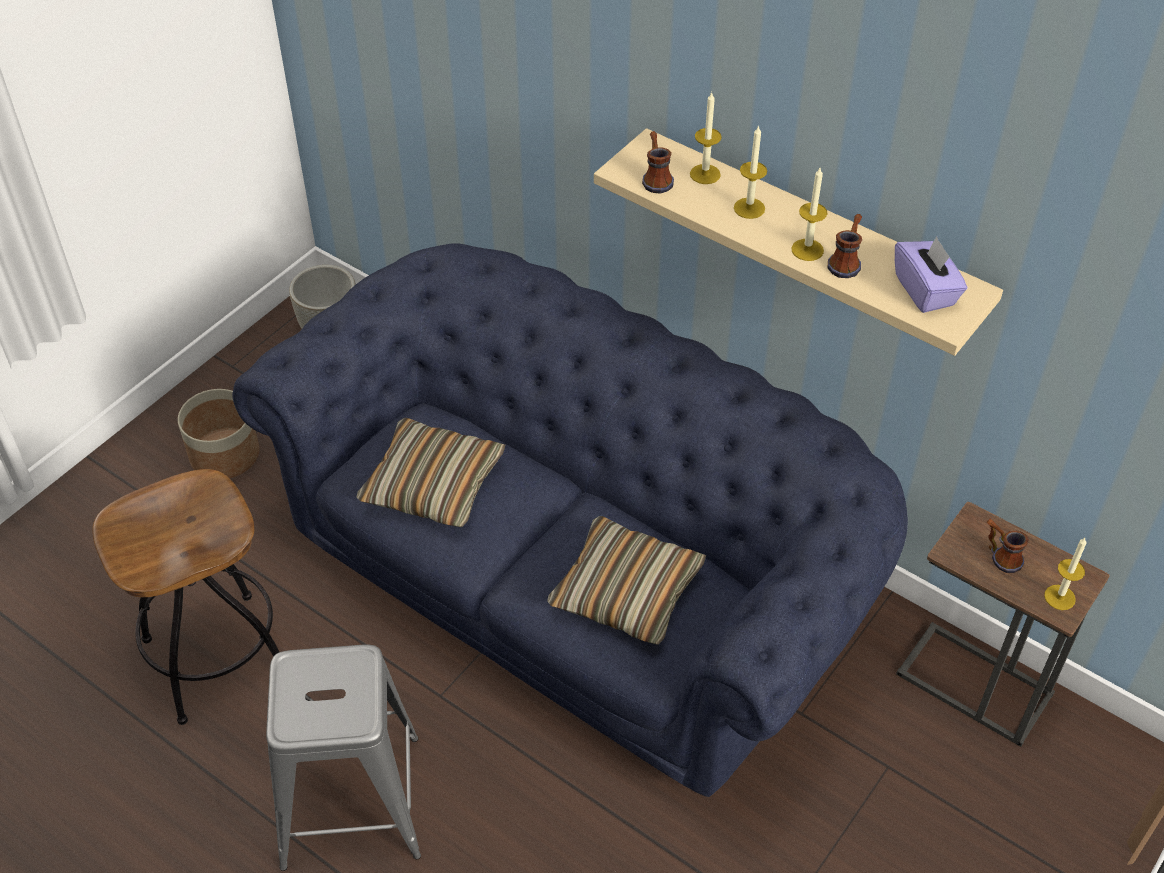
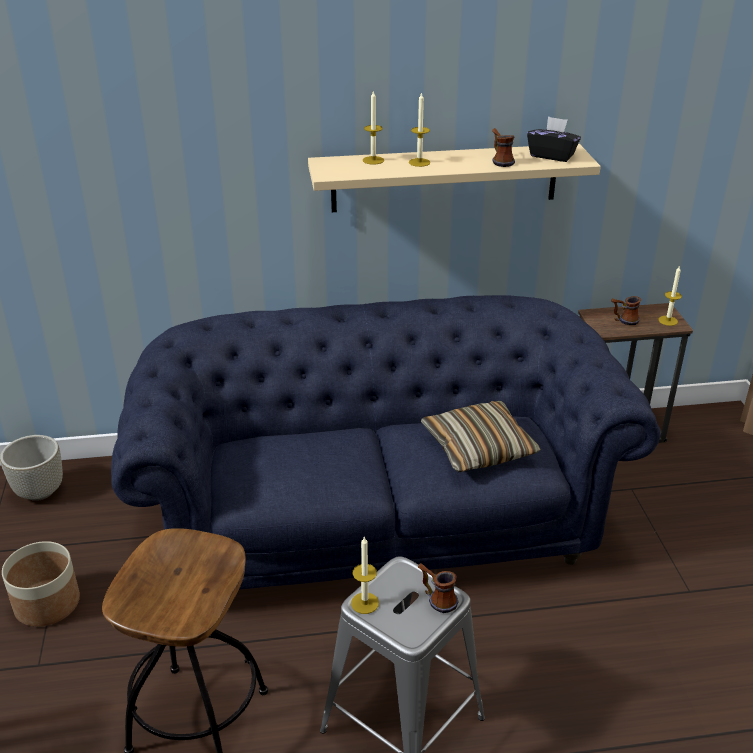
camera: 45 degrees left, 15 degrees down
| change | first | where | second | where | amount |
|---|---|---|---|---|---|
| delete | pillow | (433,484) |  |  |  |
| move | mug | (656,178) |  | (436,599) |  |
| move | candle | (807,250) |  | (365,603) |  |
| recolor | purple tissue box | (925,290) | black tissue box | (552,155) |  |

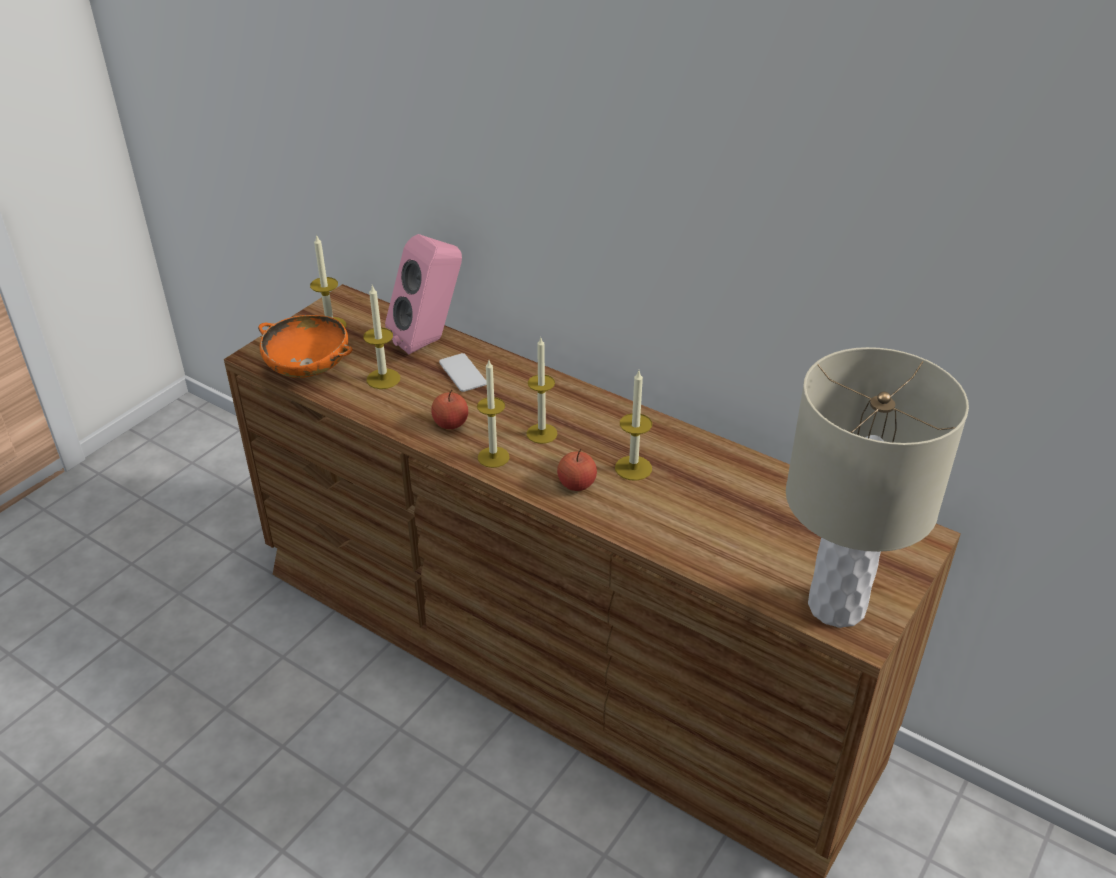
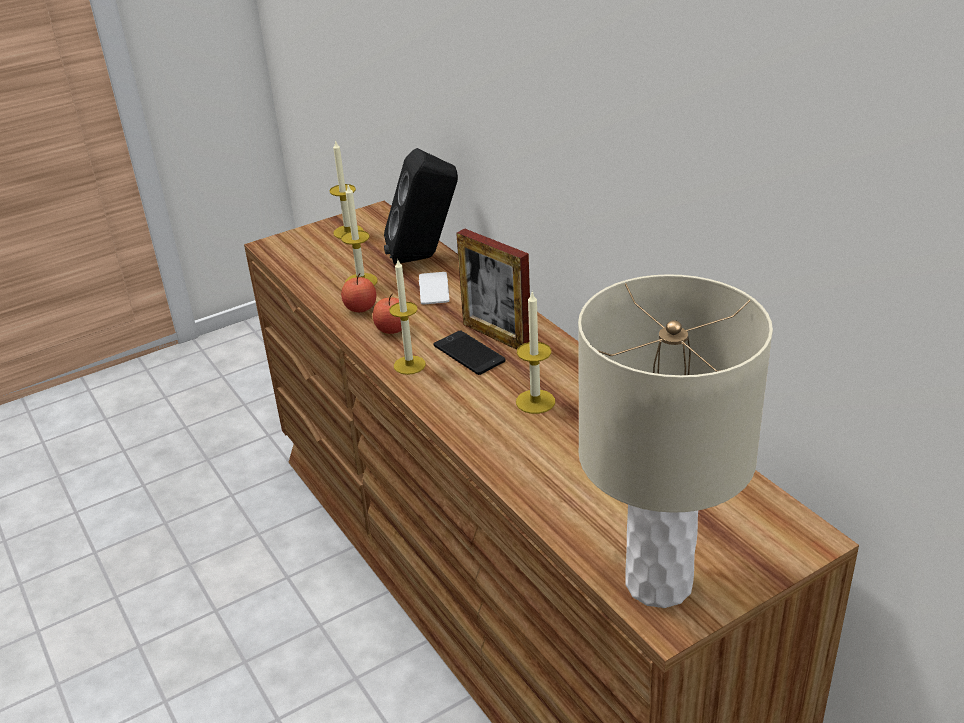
camera: 25 degrees right, 5 degrees down
| change | first | where | second | where | amount |
|---|---|---|---|---|---|
| delete | orange bowl | (308,368) |  |  |  |
| insert |  |  | picture frame | (496,336) |  |
| move | apple | (576,484) |  | (360,308) |  |
| replace | candle | (541,433) | phone | (469,353) |  |
| recolor | pink speaker | (430,341) | black speaker | (424,257) |  |

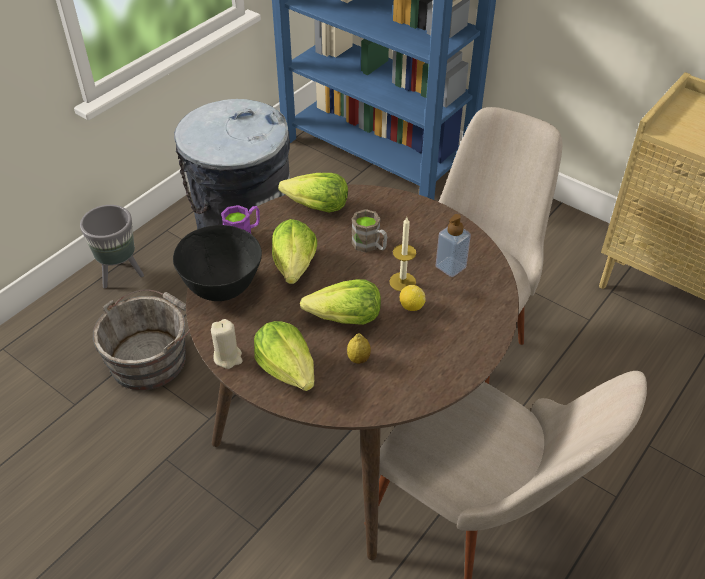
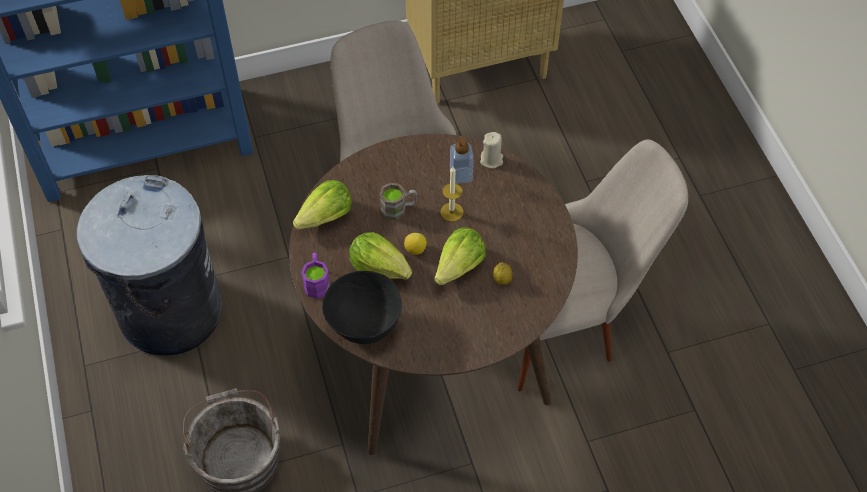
camera: 55 degrees left, 10 degrees up
| change | first | where | second | where | amount |
|---|---|---|---|---|---|
| delete | grey planter | (120,274) |  |  |  |
| delete | lettuce | (288,369) |  |  |  |
| move | beige candle | (228,357) |  | (491,160) |  |
| move | lemon | (411,306) |  | (415,249) |  |

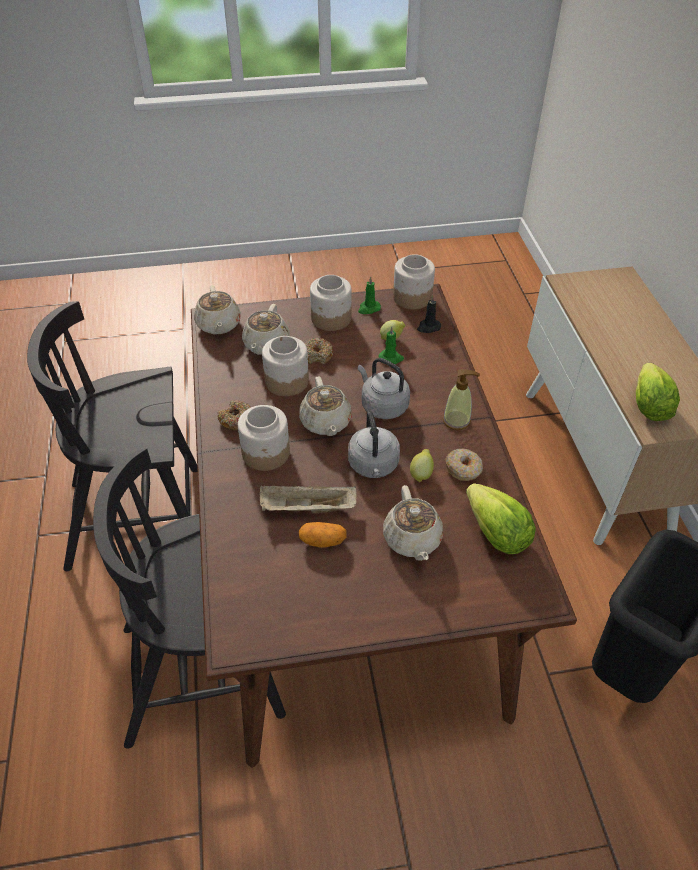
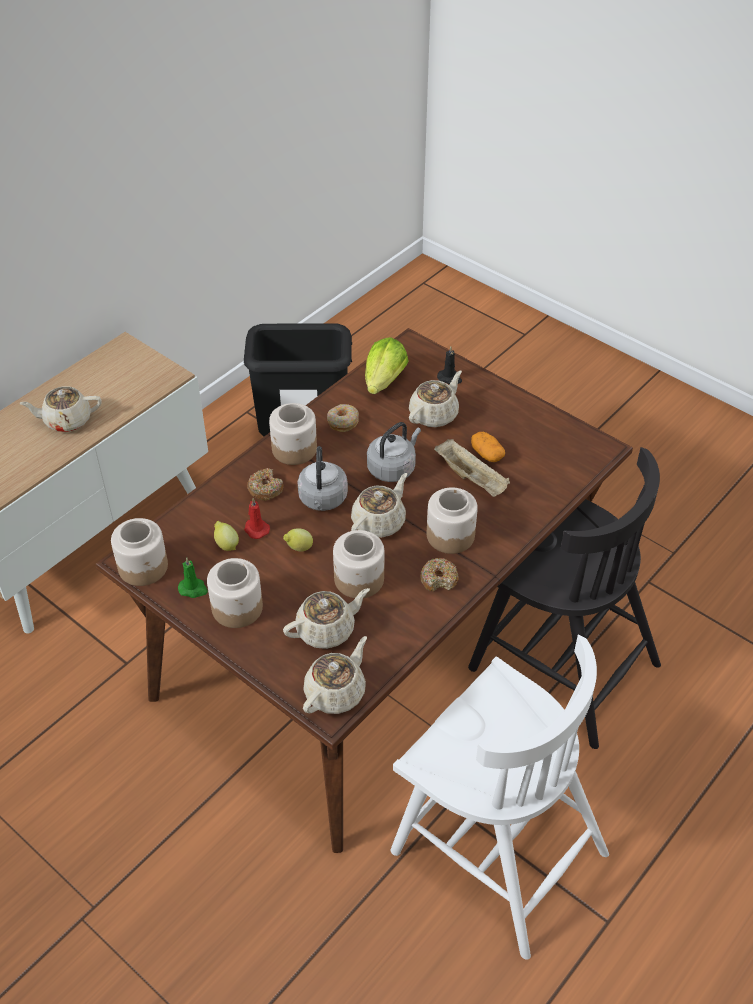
camera: 130 degrees left, 0 degrees up
| change | first | where | second | where | amount |
|---|---|---|---|---|---|
| delete | lettuce | (649,406) |  |  |  |
| insert |  |  | beige teapot | (66,420) |  |
| move | donut | (317,356) |  | (265,489) |  |
| move | lemon | (421,474) |  | (298,548) |  |
| move | black candle | (428,327) |  | (450,378) |  |
| replace | soap dispenser | (457,420) | jar | (294,449) |  |
| recolor | black chair | (139,516) | white chair | (495,849) |  |
| recolor | green candle | (391,358) | red candle | (256,529) |  |

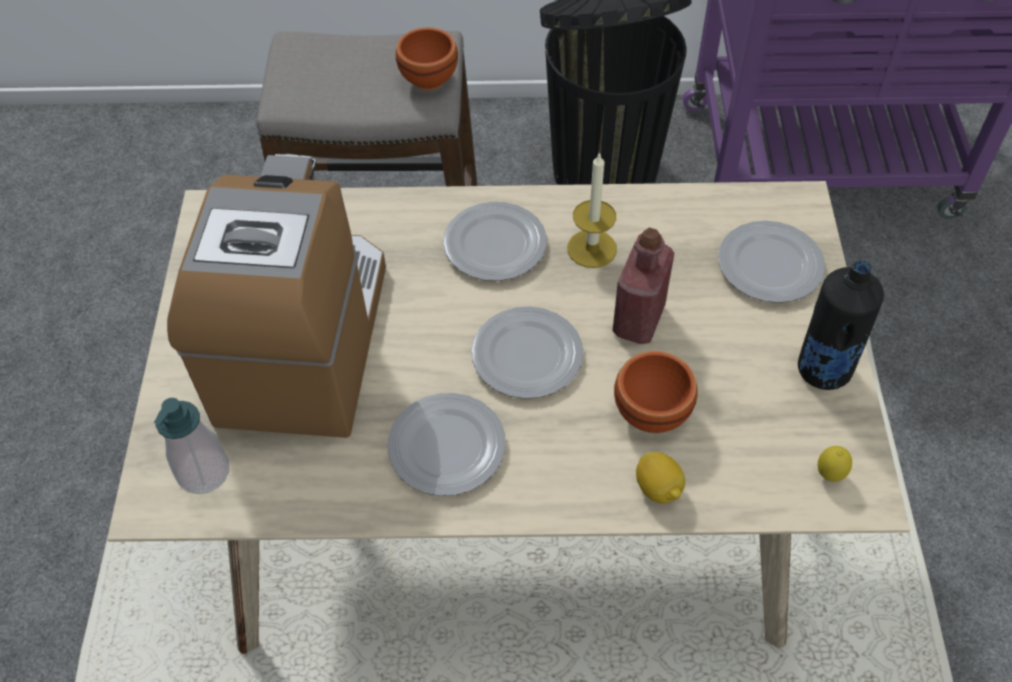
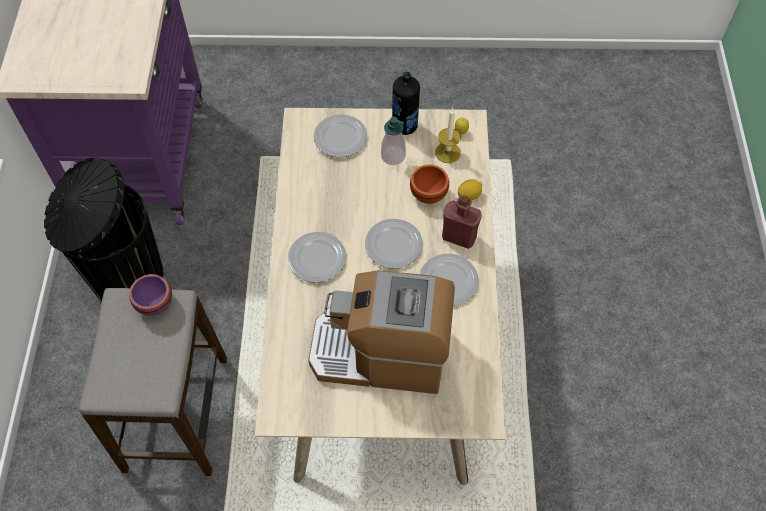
camera: 90 degrees left, 5 degrees up
| change | first | where | second | where | amount |
|---|---|---|---|---|---|
| move | soap dispenser | (203,472) |  | (393,156) |  |
| move | candle | (592,248) |  | (447,152) |  |
| move | red bottle | (638,320) |  | (459,237) |  |
| recolor | brown bowl | (429,78) | purple bowl | (154,304) |  |

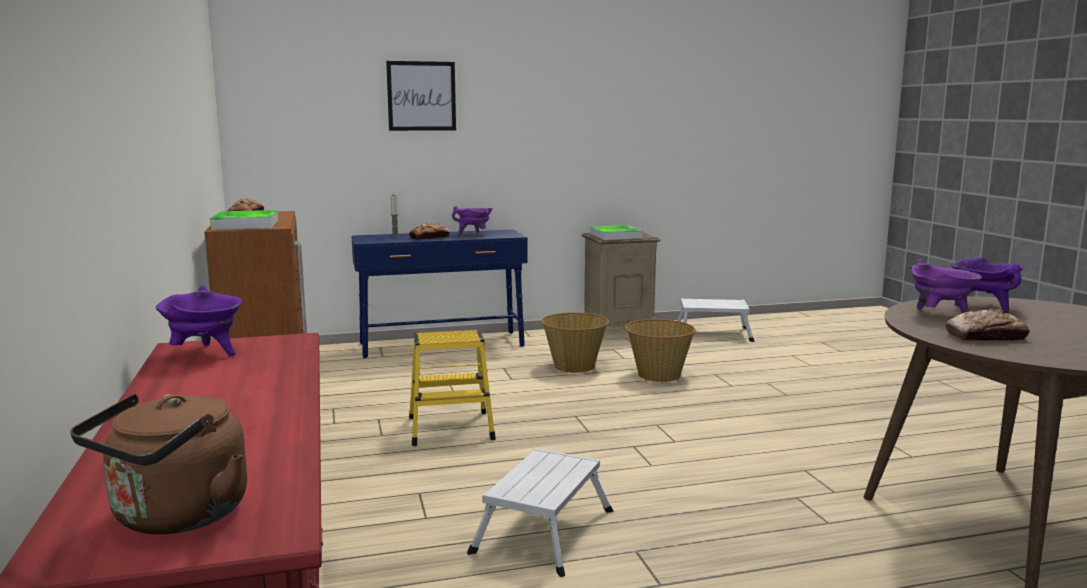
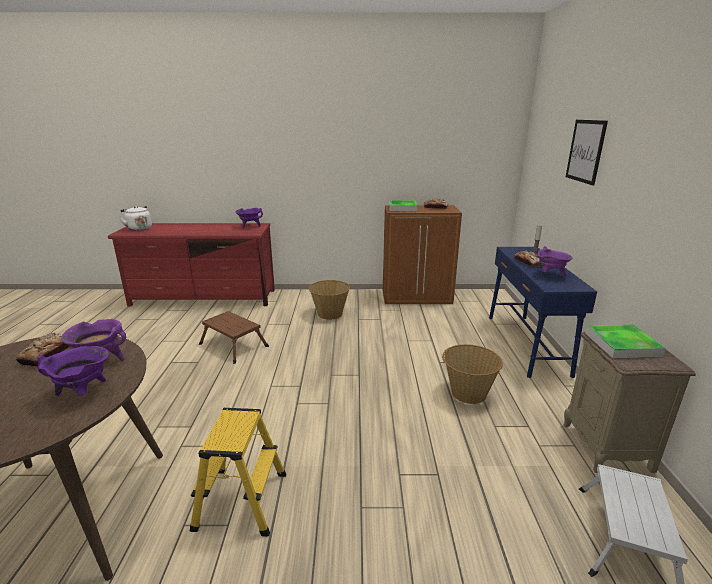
camera: 105 degrees right, 10 degrees up
| change | first | where | second | where | amount |
|---|---|---|---|---|---|
| move | yellow step ladder | (451,427) |  | (241,501) |  |
| move | basket | (658,375) |  | (330,314) |  |
| recolor | brown kettle | (175,517) | white kettle | (139,228) |  |
| recolor | white step ladder | (544,530) | brown step ladder | (233,345) |  |

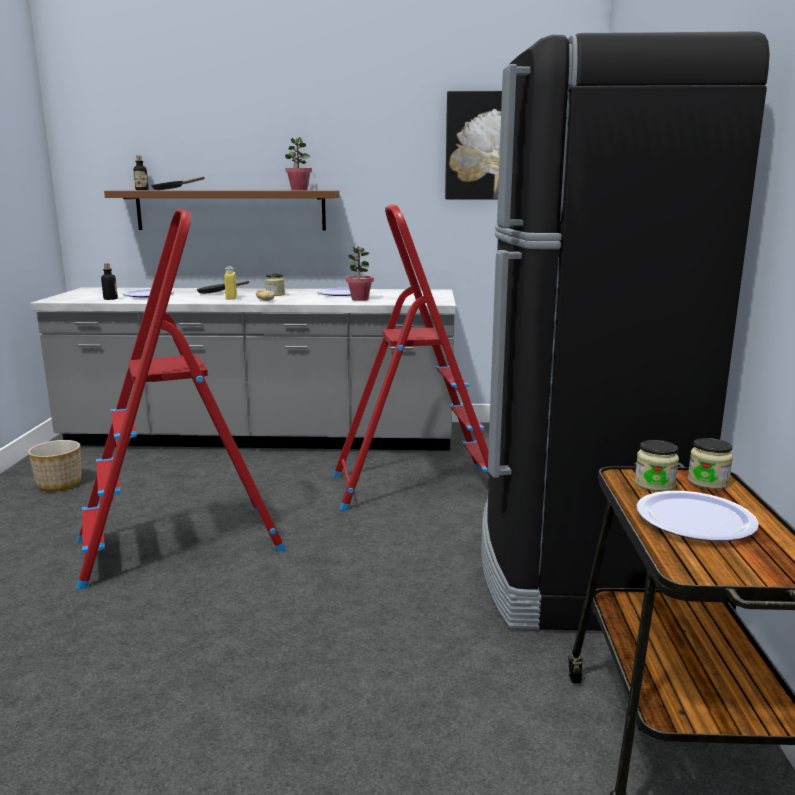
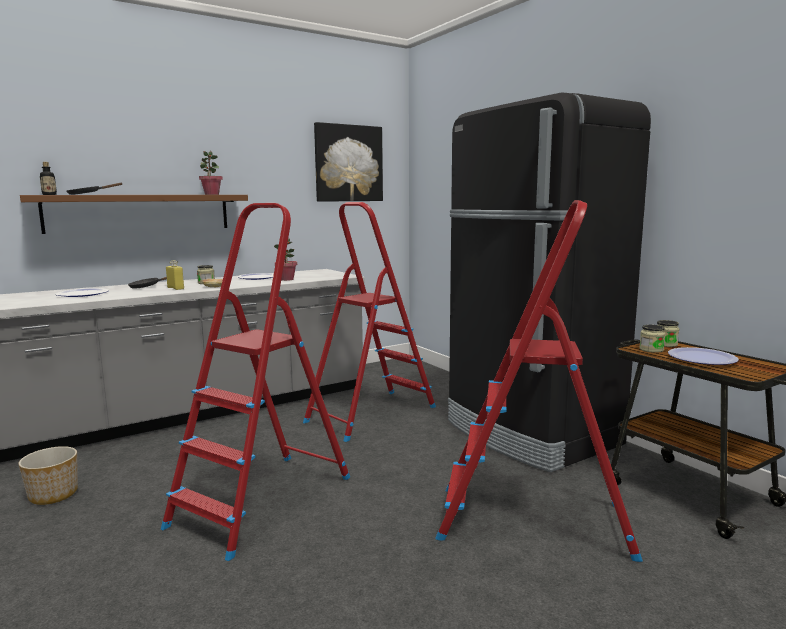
camera: 35 degrees left, 5 degrees down
| change | first | where | second | where | amount |
|---|---|---|---|---|---|
| delete | bottle | (110,299) |  |  |  |
| insert |  |  | red step ladder | (531,521) |  |

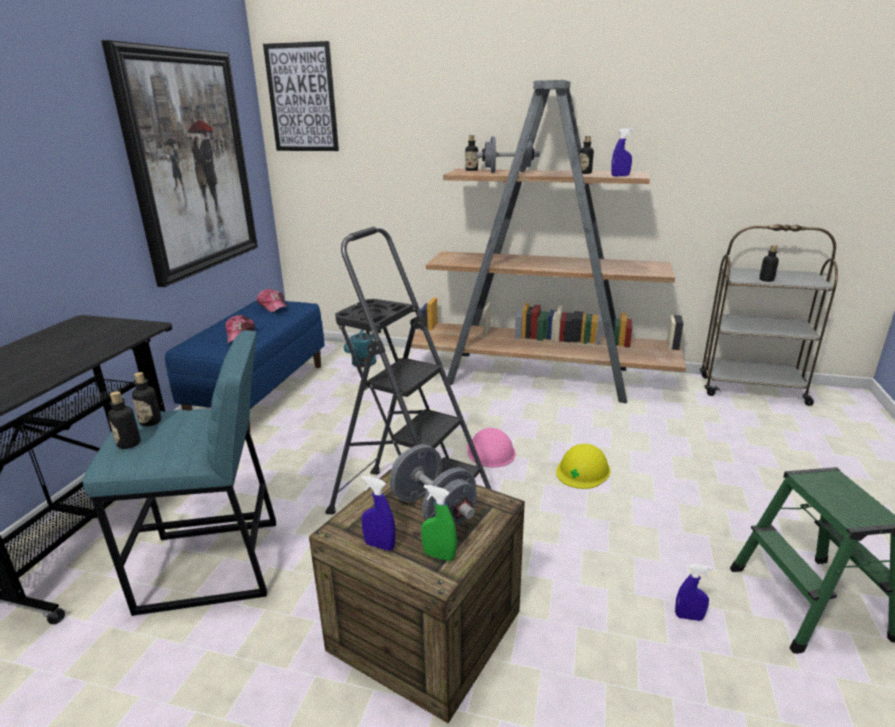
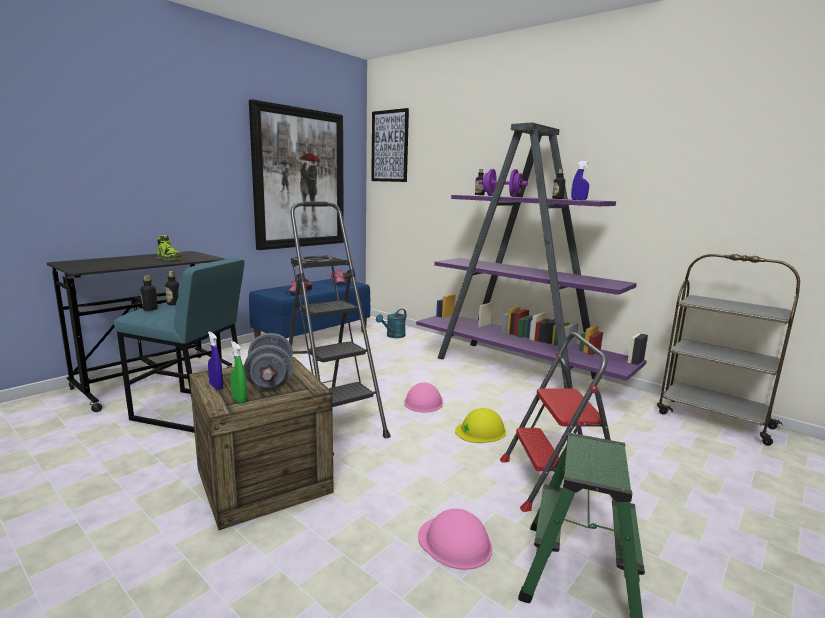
camera: 25 degrees right, 10 degrees down
| change | first | where | second | where | amount |
|---|---|---|---|---|---|
| delete | bottle | (766,280) |  |  |  |
| insert |  |  | shoe | (169,258) |  |
| insert |  |  | red step ladder | (562,482) |  |
| replace | blue spray bottle | (689,617) | pink hard hat | (455,542) |  |
| recolor | brown bookcase | (540,377) | purple bookcase | (517,369) |  |
| recolor | grey dumbbell | (507,172) | purple dumbbell | (501,196) |  |

